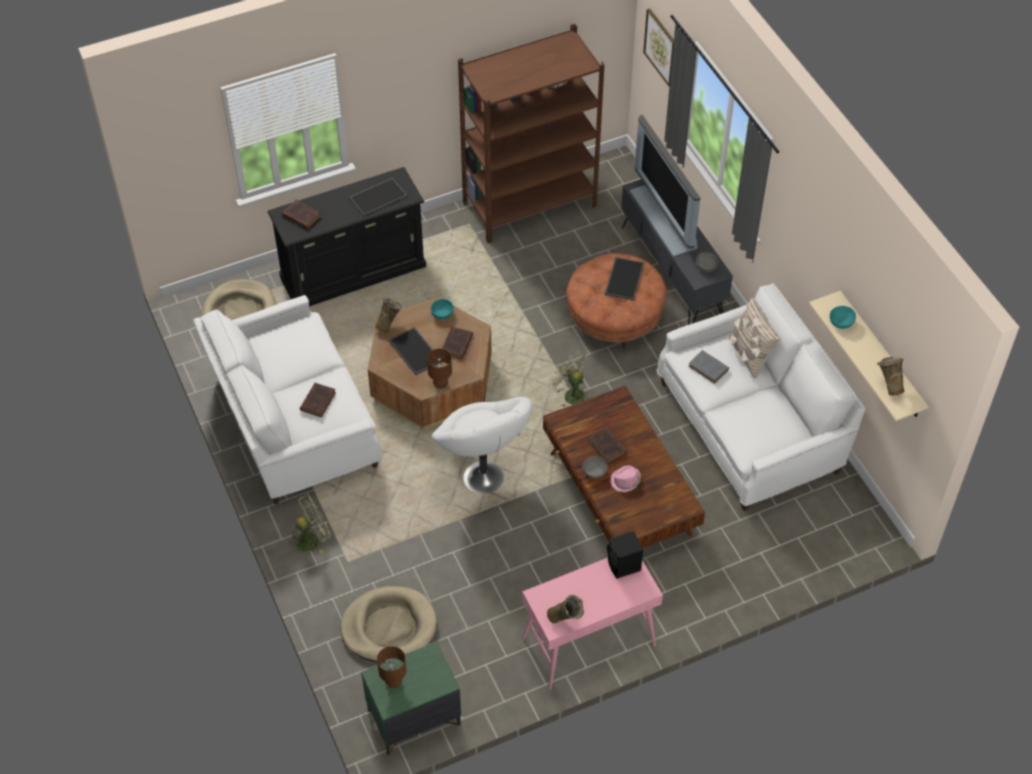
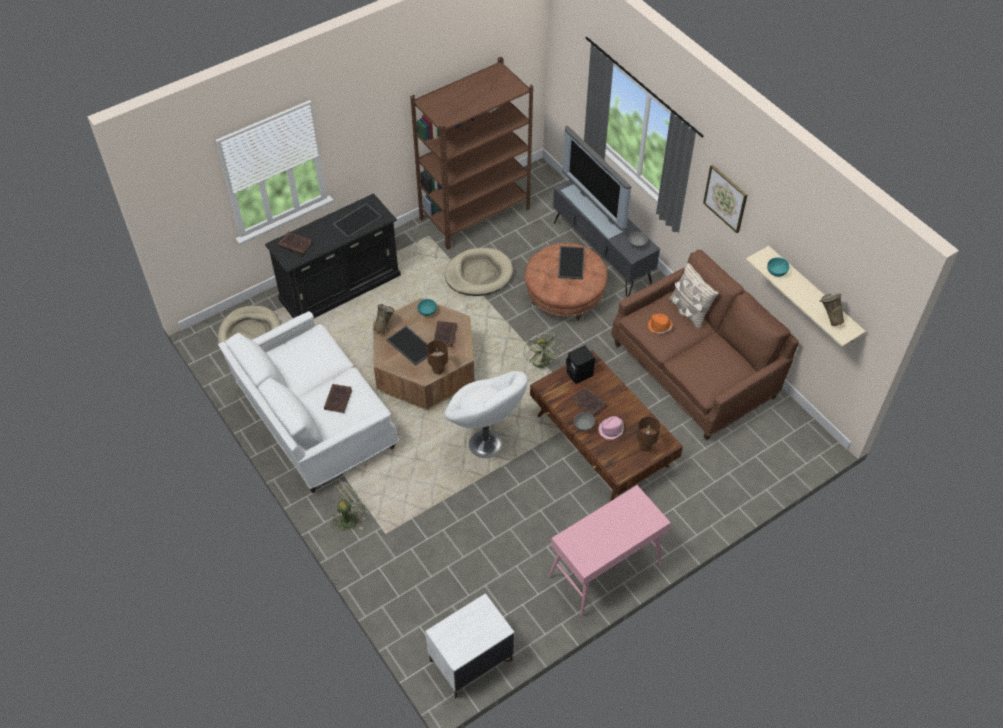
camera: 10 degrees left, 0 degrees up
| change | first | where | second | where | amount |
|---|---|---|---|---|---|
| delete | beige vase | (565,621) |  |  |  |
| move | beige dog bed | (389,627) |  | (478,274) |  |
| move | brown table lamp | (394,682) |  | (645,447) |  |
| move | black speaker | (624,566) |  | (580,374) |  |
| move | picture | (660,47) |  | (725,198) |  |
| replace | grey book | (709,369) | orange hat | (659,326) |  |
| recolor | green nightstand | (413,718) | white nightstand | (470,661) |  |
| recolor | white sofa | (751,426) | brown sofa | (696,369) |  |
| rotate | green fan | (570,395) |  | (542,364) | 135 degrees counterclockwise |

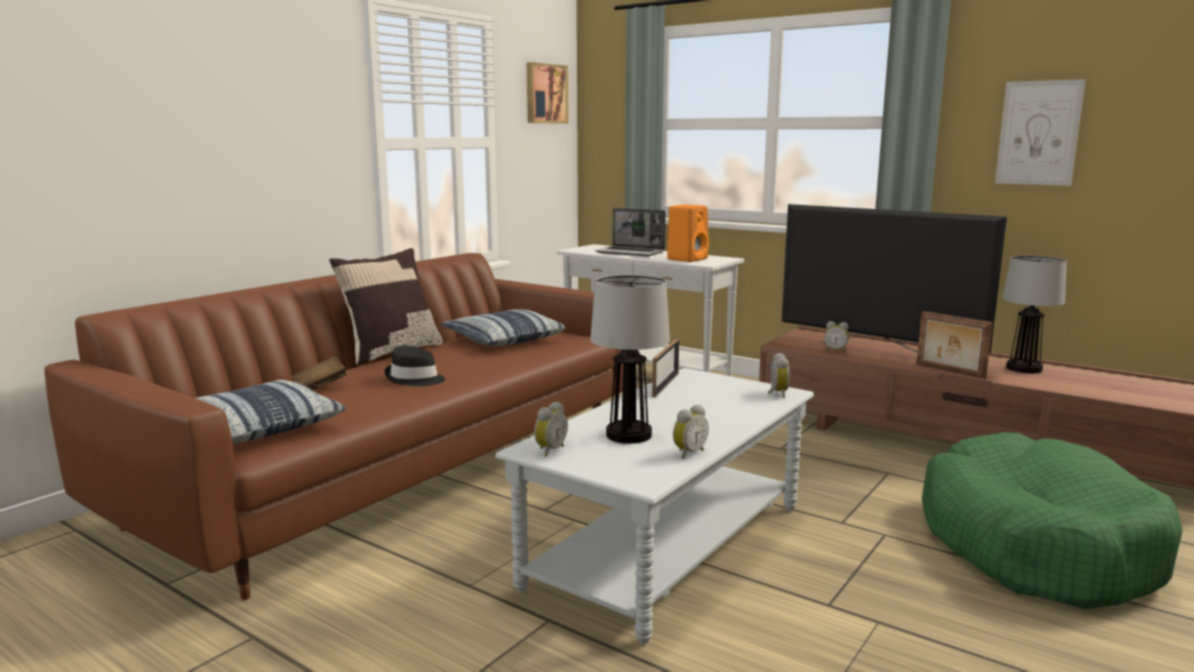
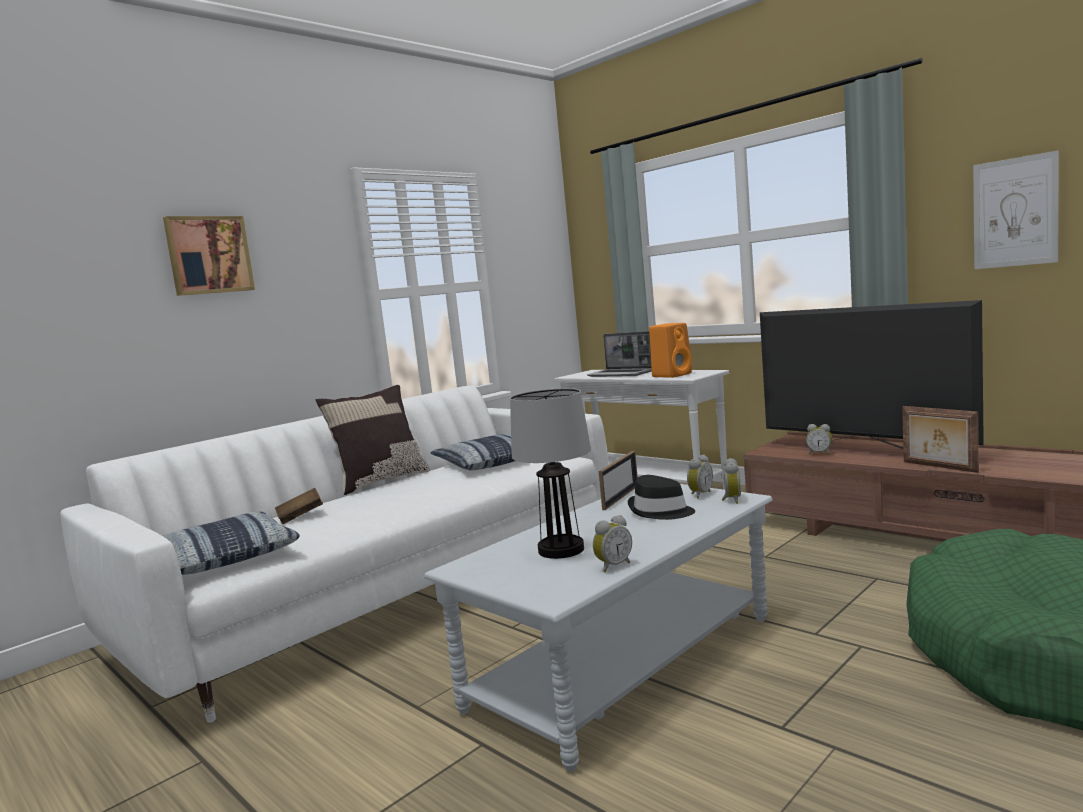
camera: 10 degrees right, 5 degrees down
| change | first | where | second | where | amount |
|---|---|---|---|---|---|
| delete | table lamp | (1023,369) |  |  |  |
| move | black hat | (414,379) |  | (660,511) |  |
| move | picture | (545,94) |  | (208,255) |  |
| move | alarm clock | (549,450) |  | (699,495) |  |
| recolor | brown sofa | (396,471) | white sofa | (387,593) |  |

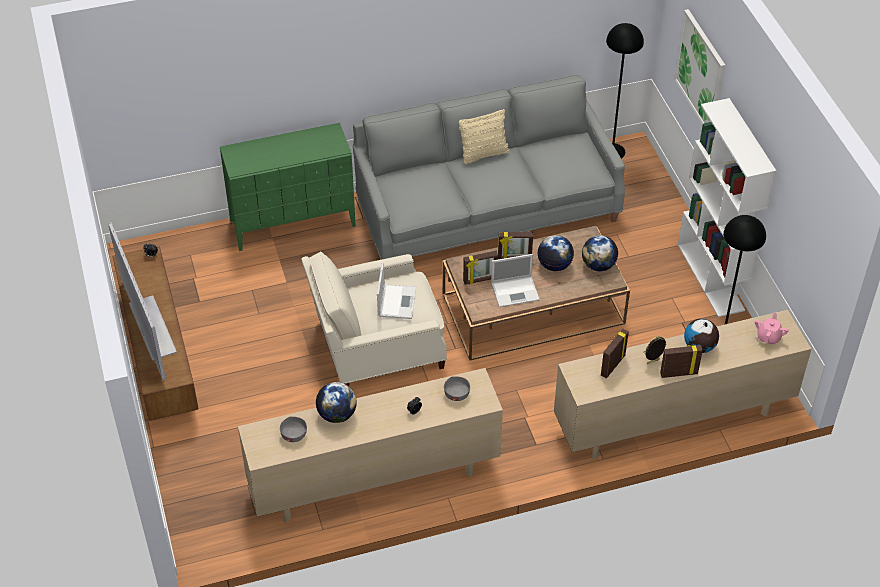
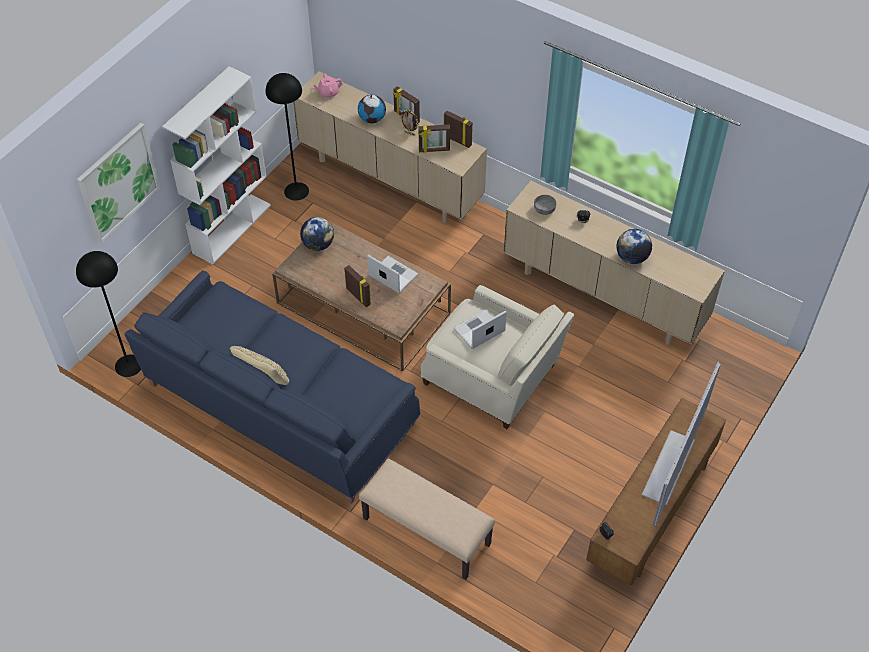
camera: 130 degrees left, 5 degrees up
| change | first | where | second | where | amount |
|---|---|---|---|---|---|
| delete | grey bowl | (293,434) |  |  |  |
| delete | globe | (554,265) |  |  |  |
| move | picture frame | (480,280) |  | (458,140) |  |
| replace | green dresser | (294,224) | beige bench | (425,532) |  |
| recolor | grey sofa | (486,208) | blue sofa | (278,406) |  |

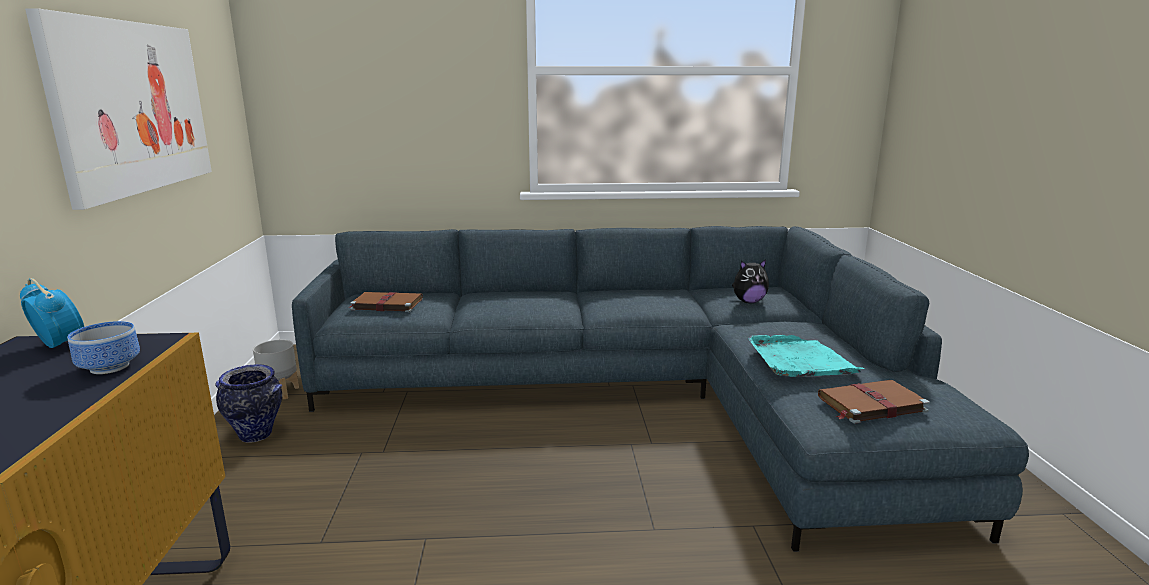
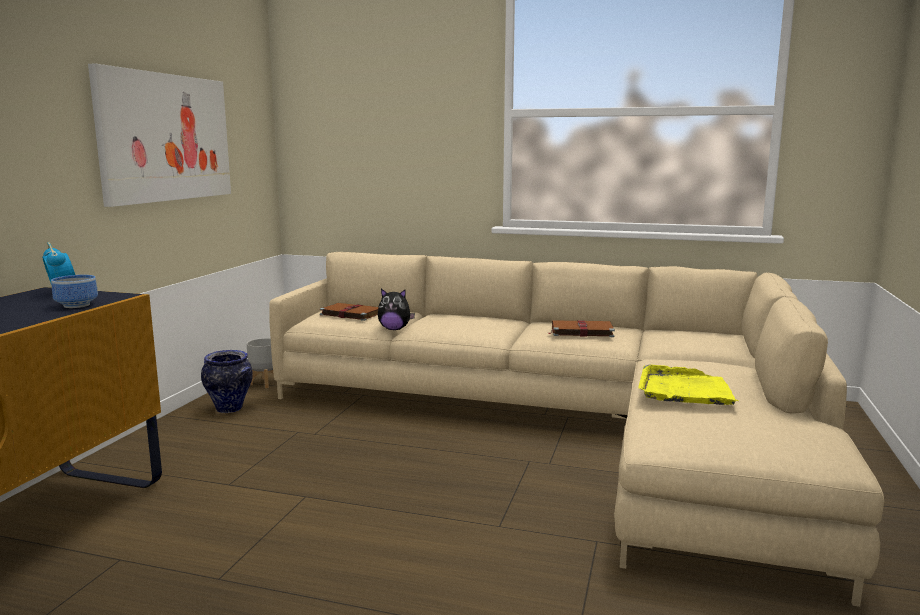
camera: 20 degrees right, 5 degrees down
| change | first | where | second | where | amount |
|---|---|---|---|---|---|
| move | plush toy | (748,301) |  | (394,329) |  |
| move | brown book | (870,404) |  | (580,331) |  |
| recolor | blue sofa | (641,397) | beige sofa | (569,427) |  |
| recolor | turquoise tray | (799,360) | yellow tray | (685,390) |  |

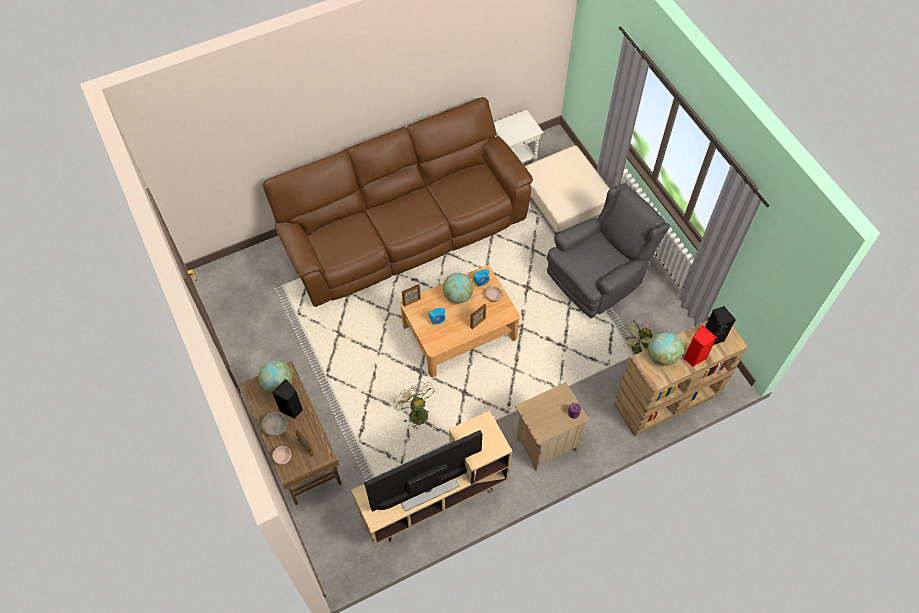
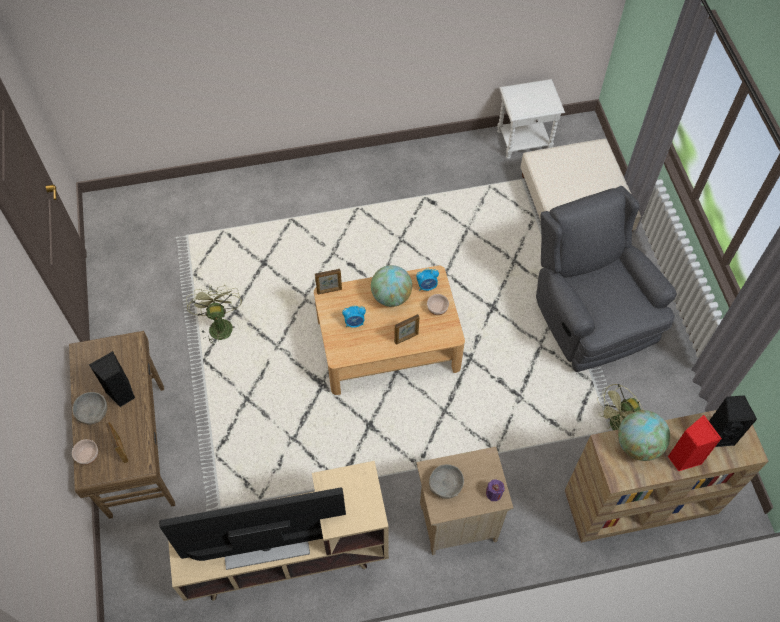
camera: 15 degrees right, 0 degrees up
| change | first | where | second | where | amount |
|---|---|---|---|---|---|
| delete | globe | (278,384) |  |  |  |
| delete | brown sofa | (404,231) |  |  |  |
| insert |  |  | grey bowl | (445,485) |  |
| move | green fan | (416,412) |  | (219,325) |  |
| rotate | grey armchair | (598,278) |  | (590,317) | 90 degrees counterclockwise |

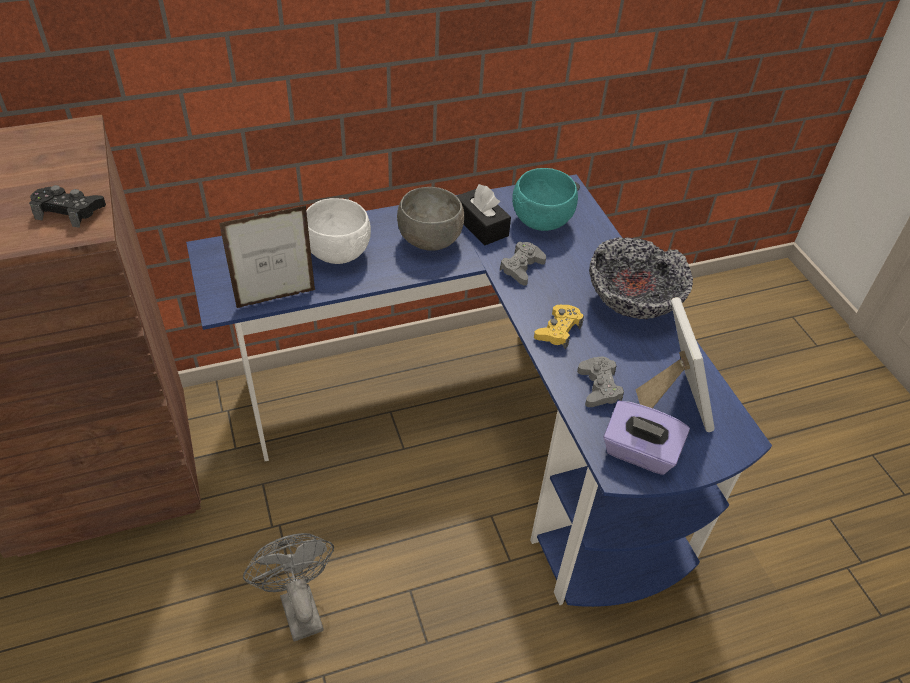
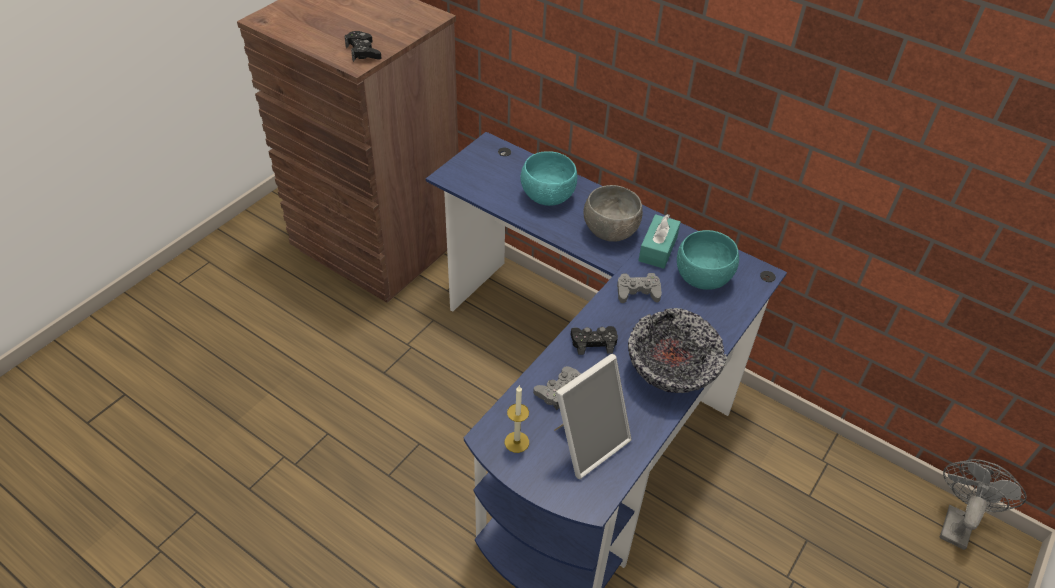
camera: 55 degrees right, 0 degrees up
| change | first | where | second | where | amount |
|---|---|---|---|---|---|
| delete | picture frame | (276,299) |  |  |  |
| move | grey fan | (298,606) |  | (957,521) |  |
| replace | purple tissue box | (639,453) | candle | (516,442) |  |
| recolor | white bowl | (338,254) | turquoise bowl | (547,197) |  |
| recolor | black tissue box | (481,225) | turquoise tissue box | (658,249) |  |
| recolor | yellow game controller | (558,331) | black game controller | (593,342) |  |

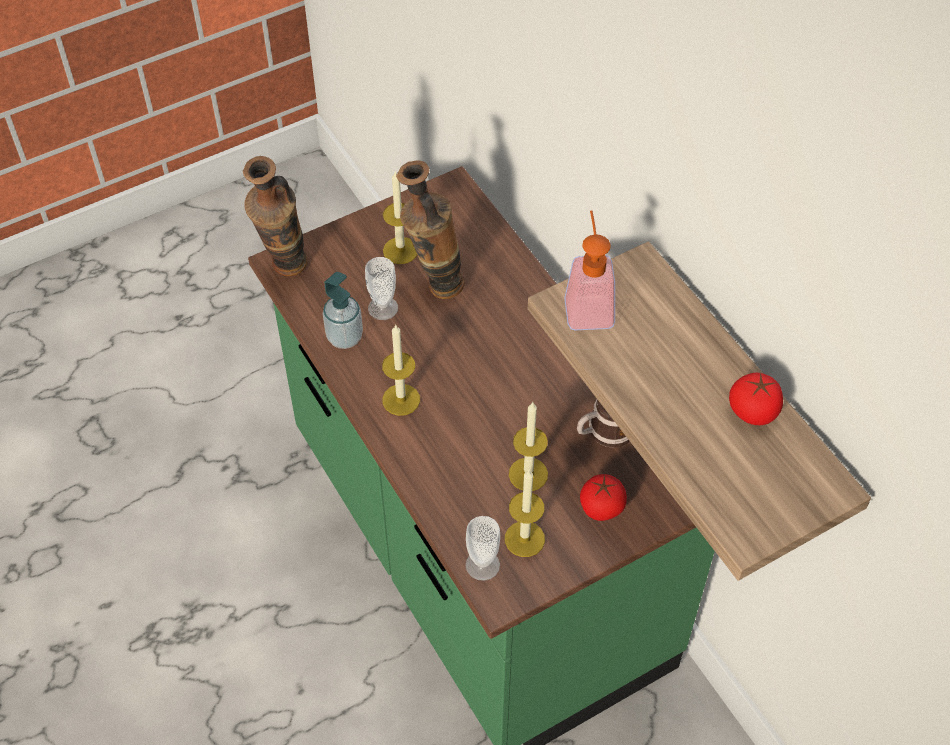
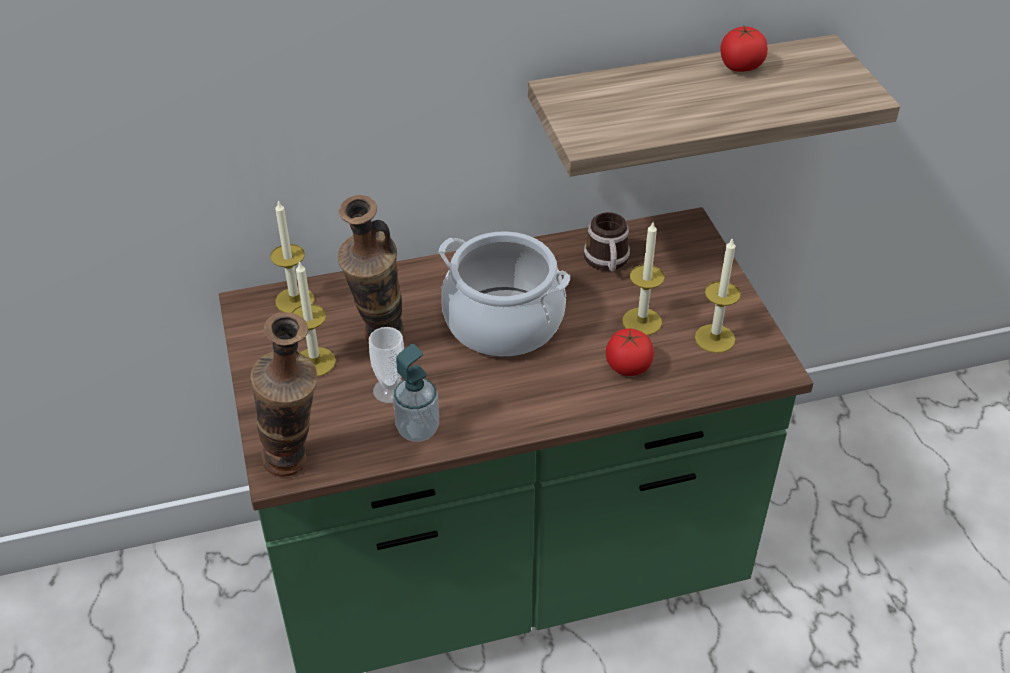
camera: 75 degrees left, 10 degrees down
| change | first | where | second | where | amount |
|---|---|---|---|---|---|
| delete | cup | (482,565) |  |  |  |
| delete | soap dispenser | (588,305) |  |  |  |
| insert |  |  | cooking pot | (503,323) |  |
| move | candle | (401,399) |  | (295,300) |  |
| move | tomato | (601,507) |  | (628,366) |  |

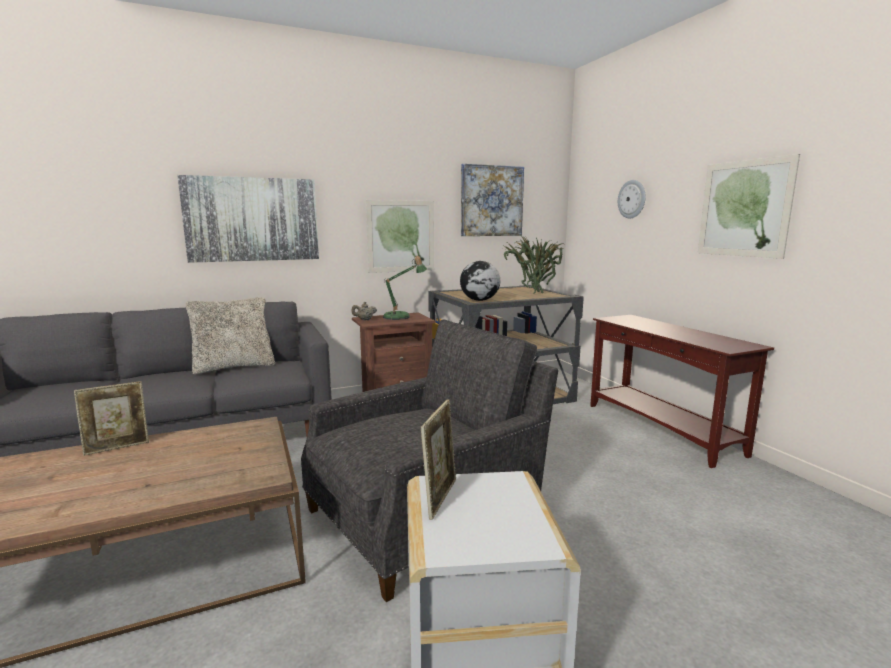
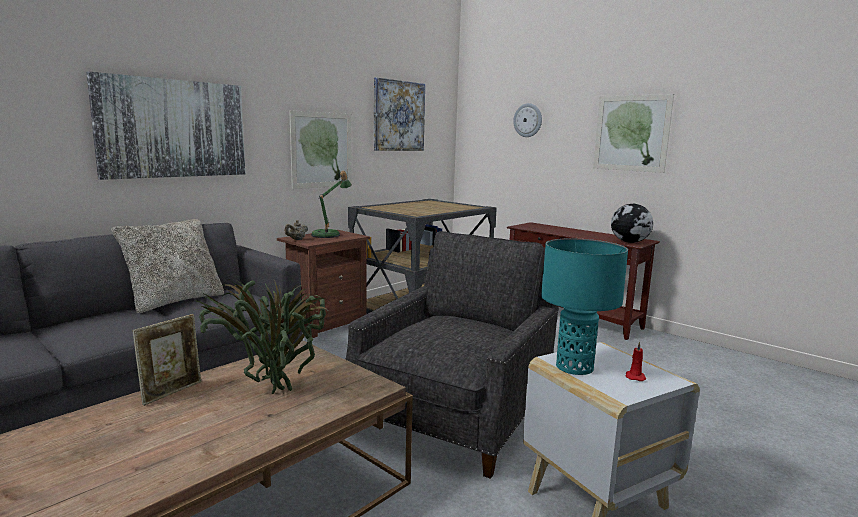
camera: 25 degrees left, 0 degrees up
| change | first | where | second | where | amount |
|---|---|---|---|---|---|
| insert |  |  | red candle | (635,377) |  |
| move | globe | (479,300) |  | (629,242) |  |
| move | potted plant | (534,293) |  | (273,389) |  |
| replace | picture frame | (440,497) | turquoise table lamp | (573,367) |  |

